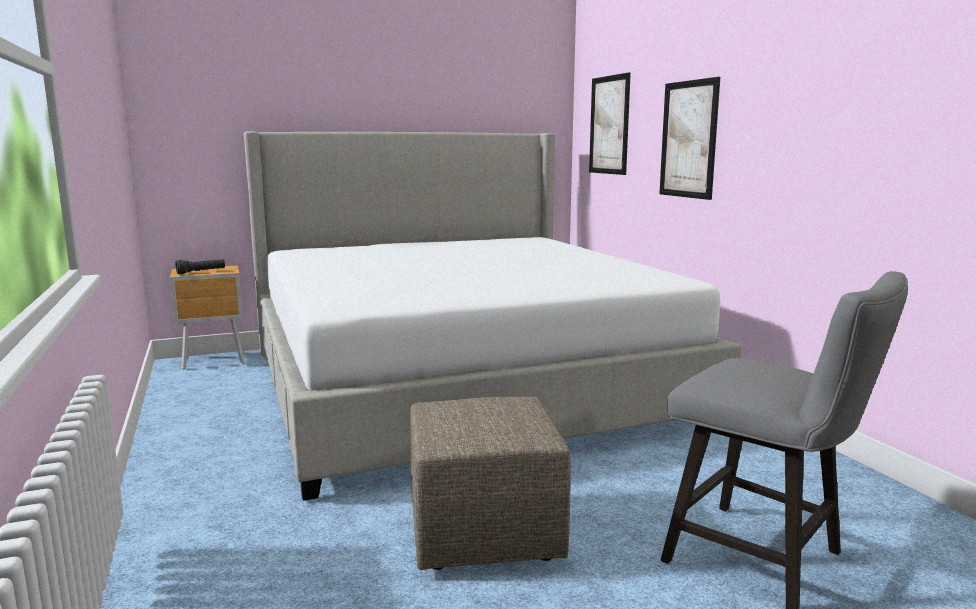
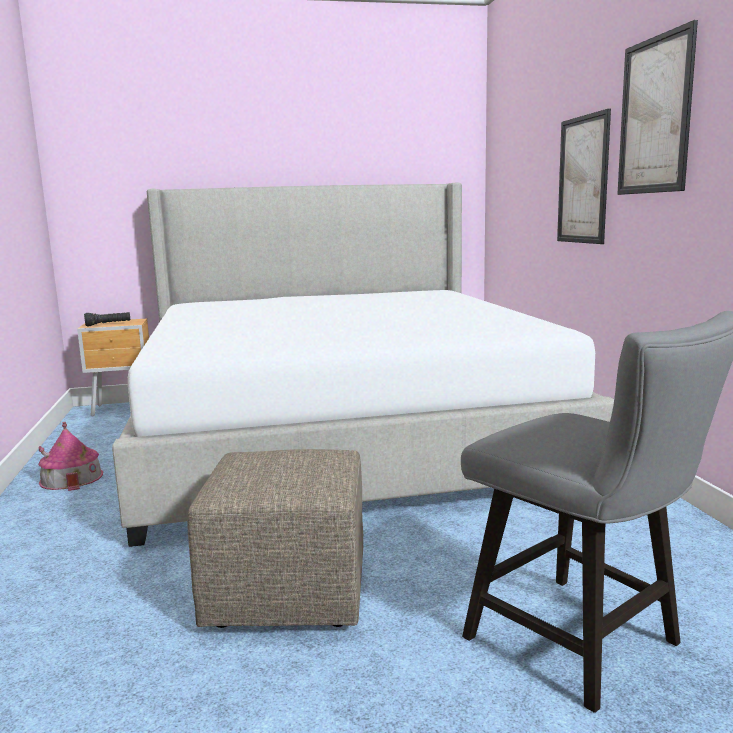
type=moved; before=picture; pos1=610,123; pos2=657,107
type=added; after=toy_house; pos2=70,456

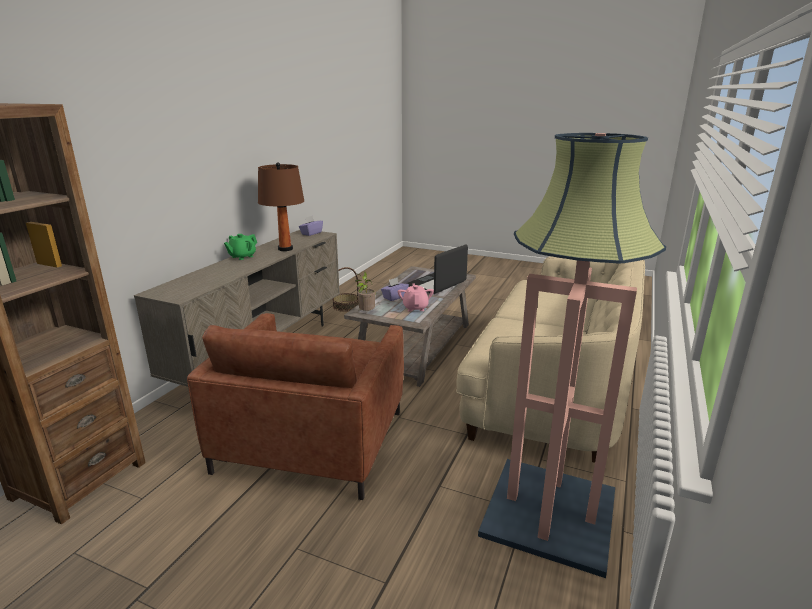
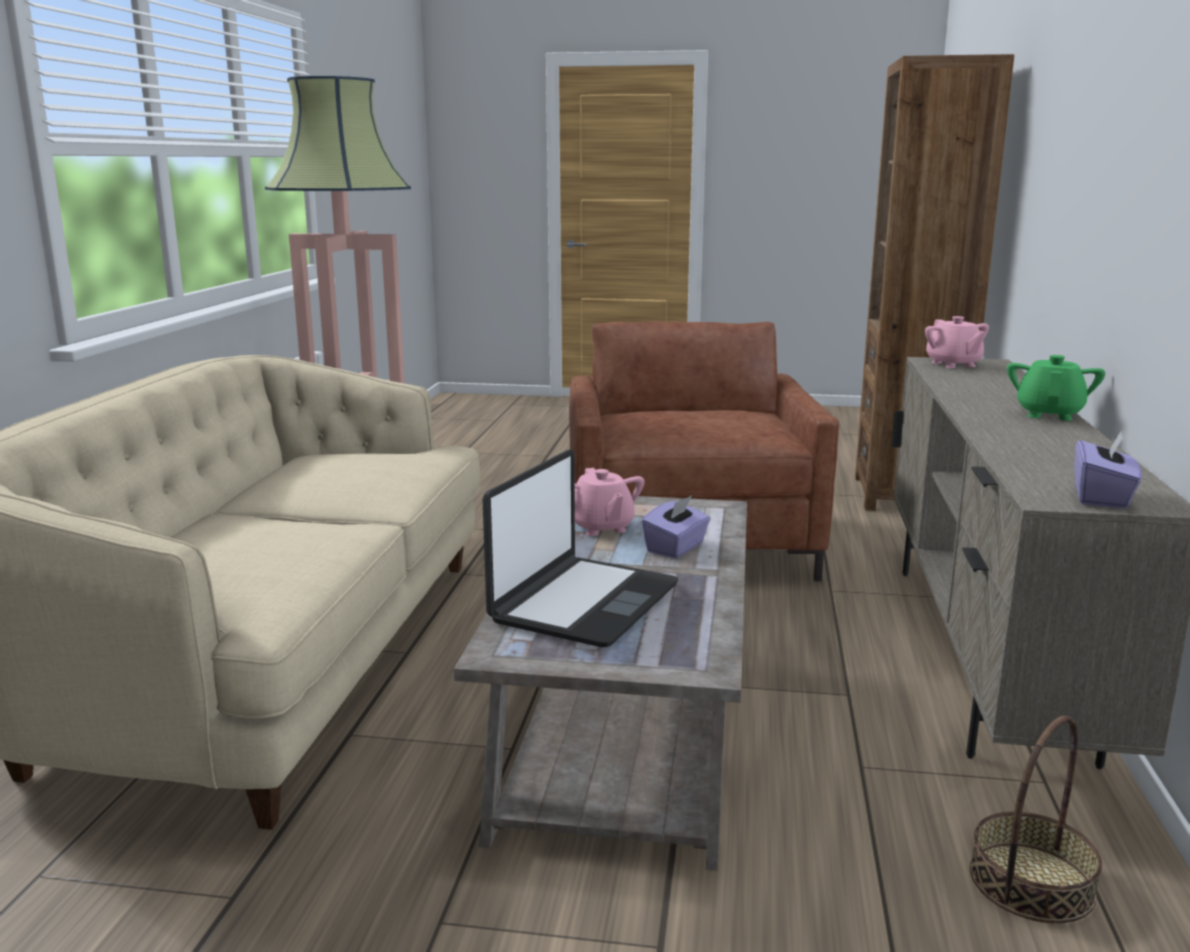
type=removed; before=brown_table_lamp; pos1=281,206
type=removed; before=potted_plant; pos1=365,291
type=added; after=pink_teapot; pos2=957,342

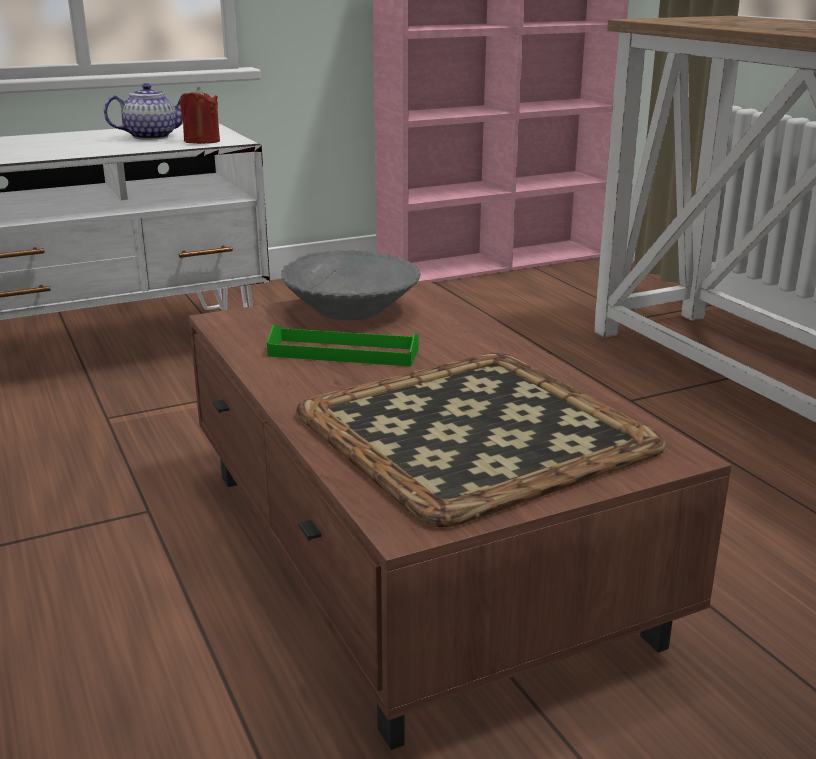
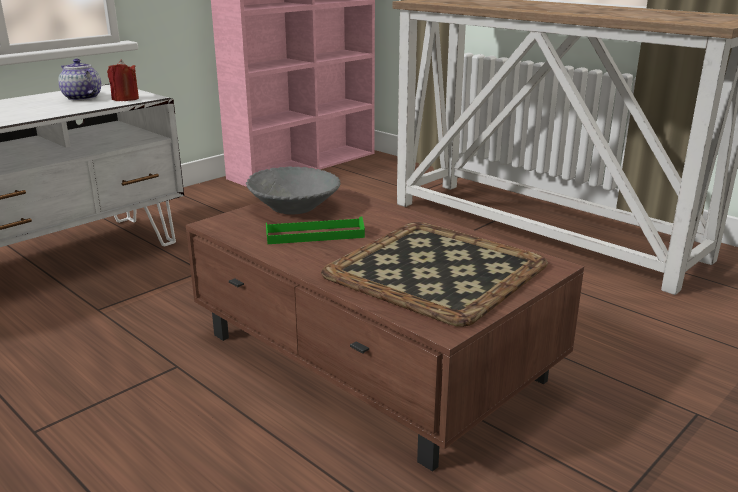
type=turned; before=teapot; pos1=143,111; pos2=79,80; turn=-90

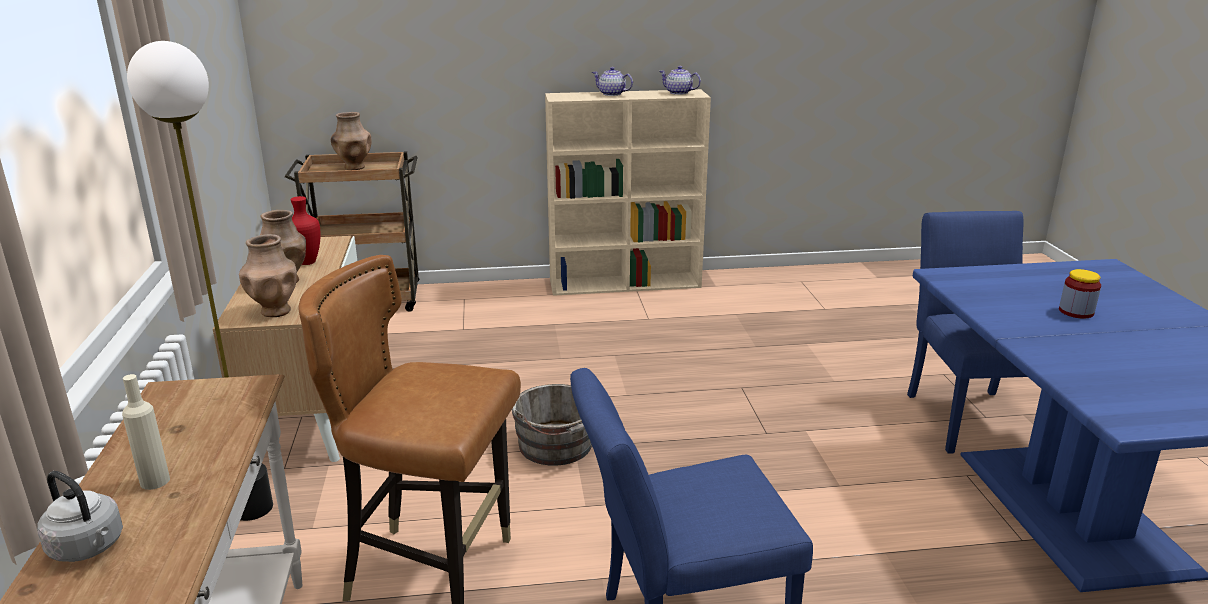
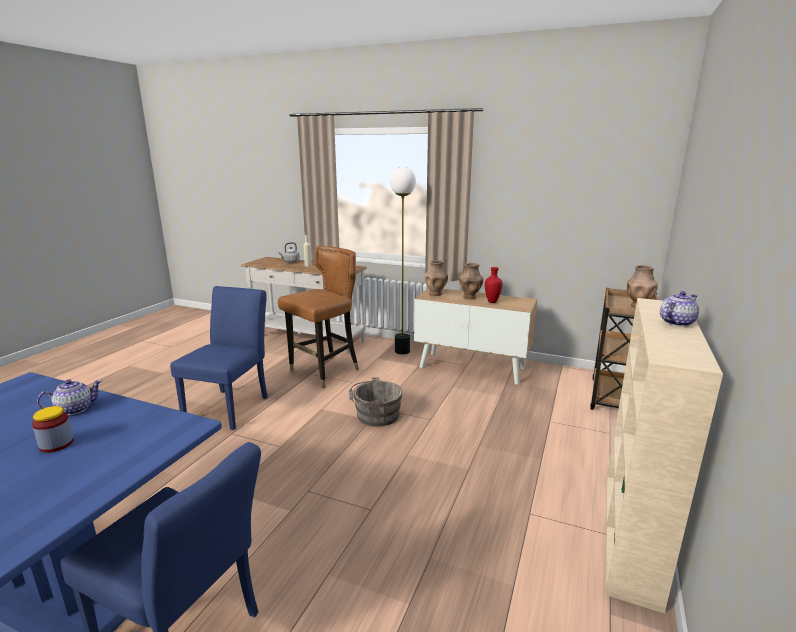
type=moved; before=teapot; pos1=680,80; pos2=69,397

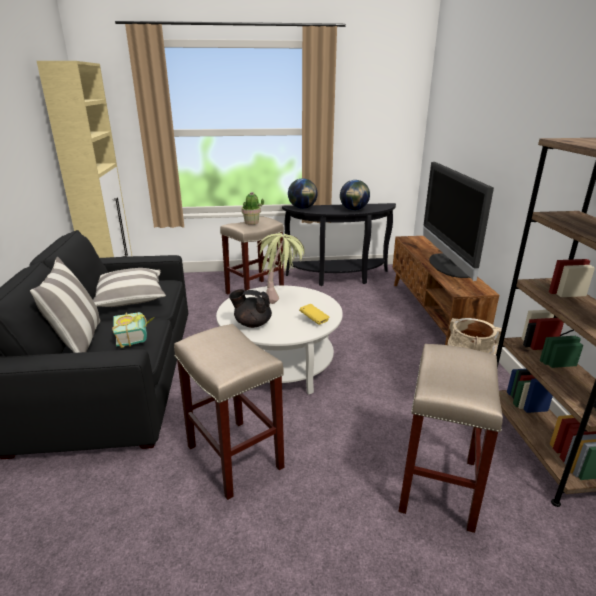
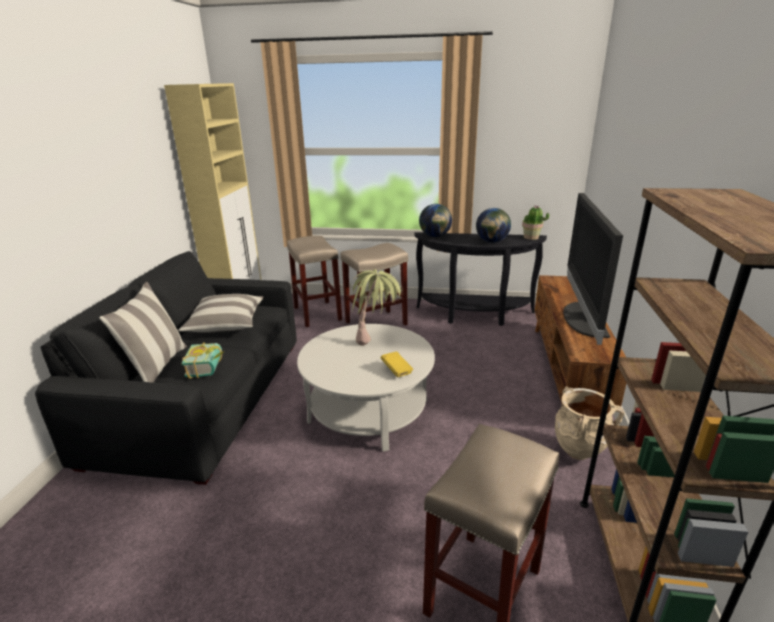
type=moved; before=potted_plant; pos1=252,208; pos2=535,223
type=removed; before=black_teapot; pos1=250,308
type=moved; before=beige_stool; pos1=229,412; pos2=314,281

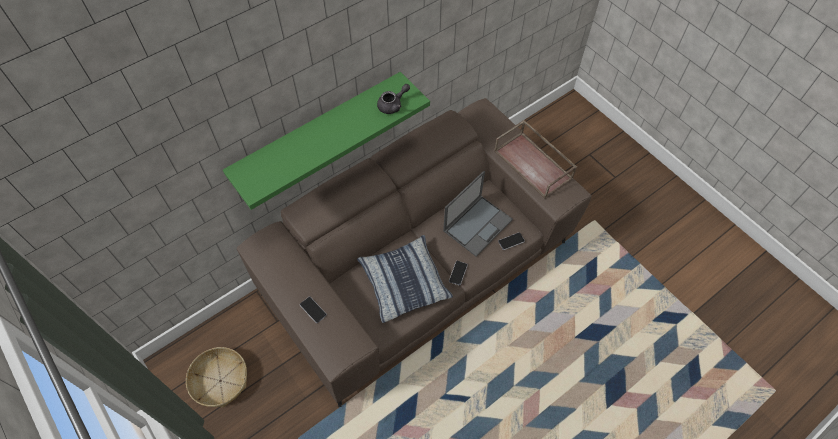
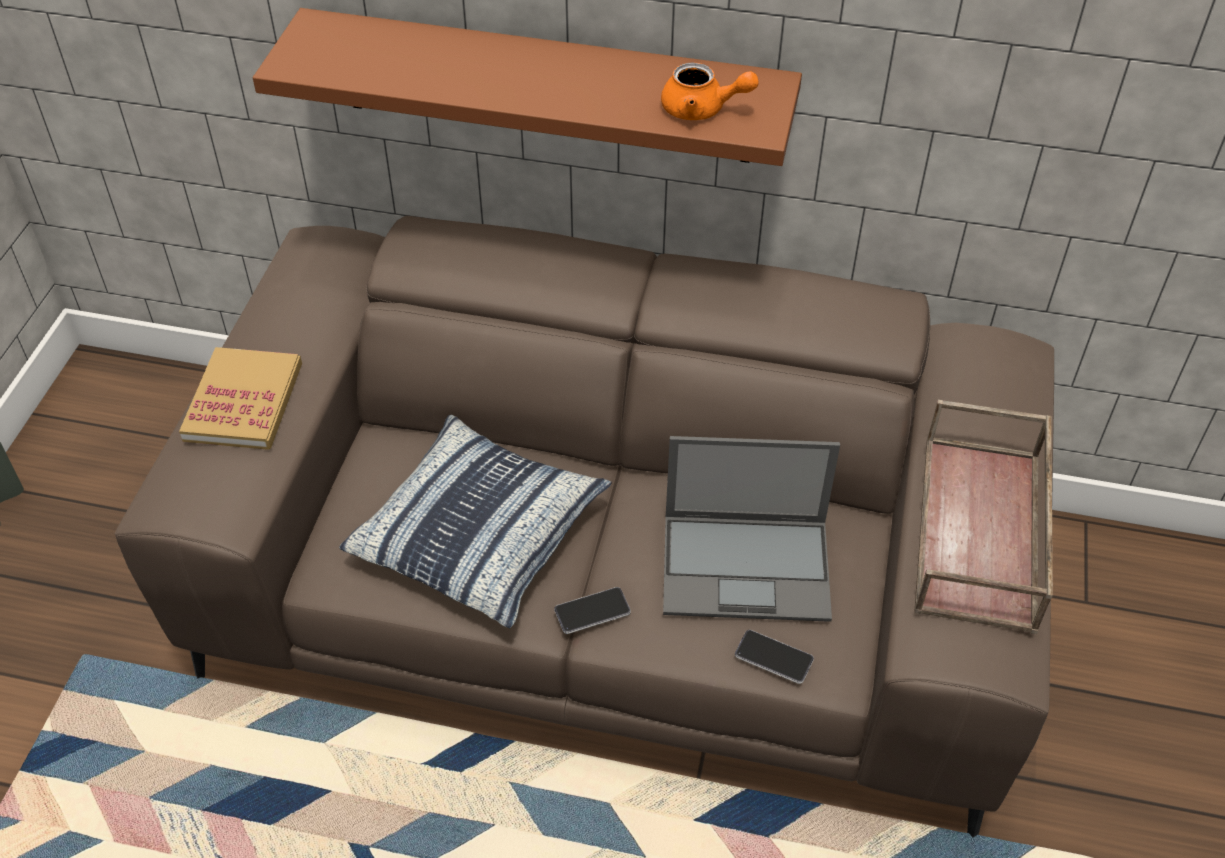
type=recoloured; before=green_shelf; after=brown_shelf; pos1=326,141; pos2=527,87
type=recoloured; before=grey_teapot; after=orange_teapot; pos1=393,99; pos2=710,91
type=replaced; before=phone; after=book; pos1=313,310; pos2=240,398
type=removed; before=basket; pos1=216,377

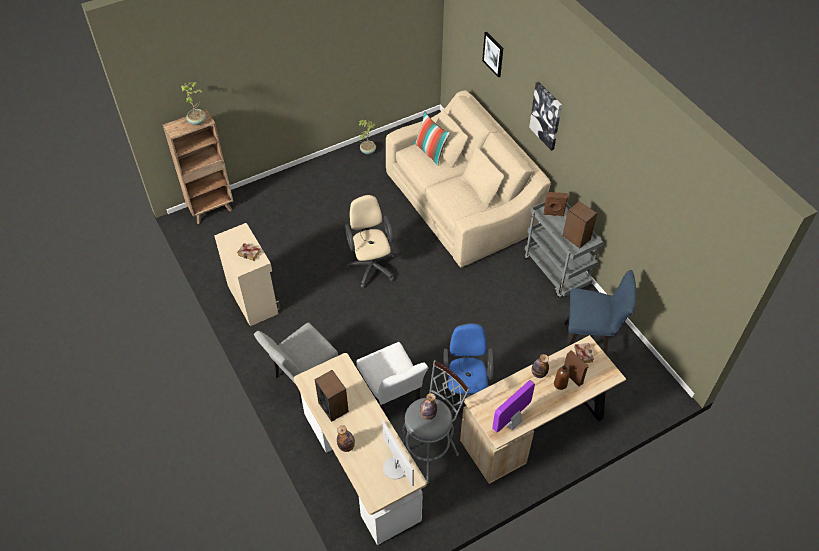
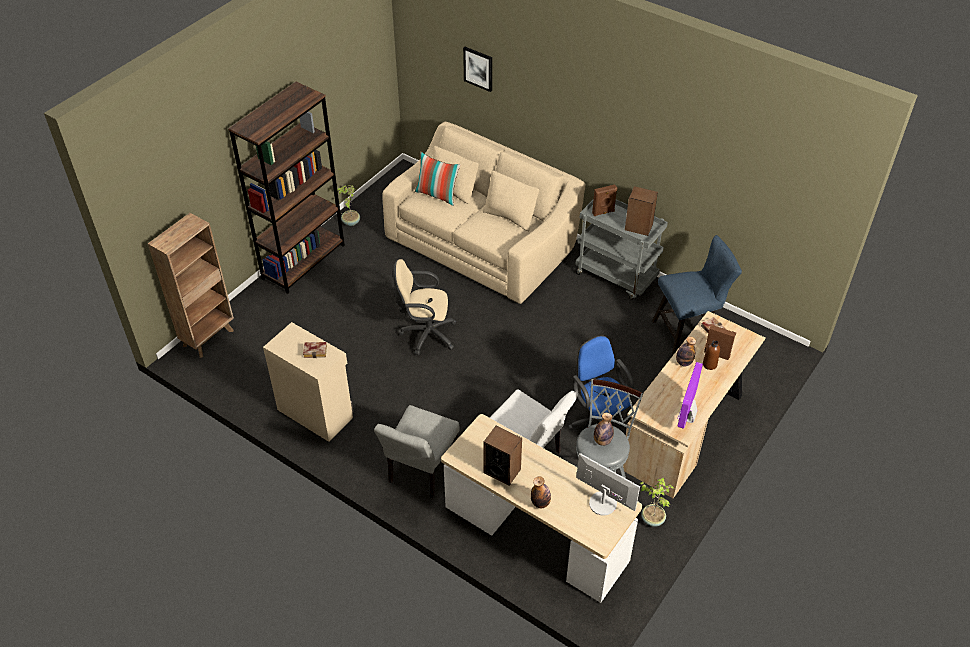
type=removed; before=picture; pos1=545,116
type=moved; before=potted_plant; pos1=193,103; pos2=657,502
type=turned; before=beige_office_chair; pos1=369,241; pos2=424,307; turn=-45
type=added; after=brown_bookcase; pos2=286,188

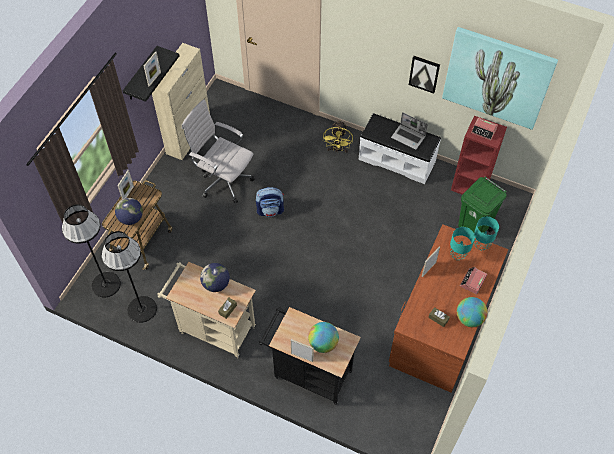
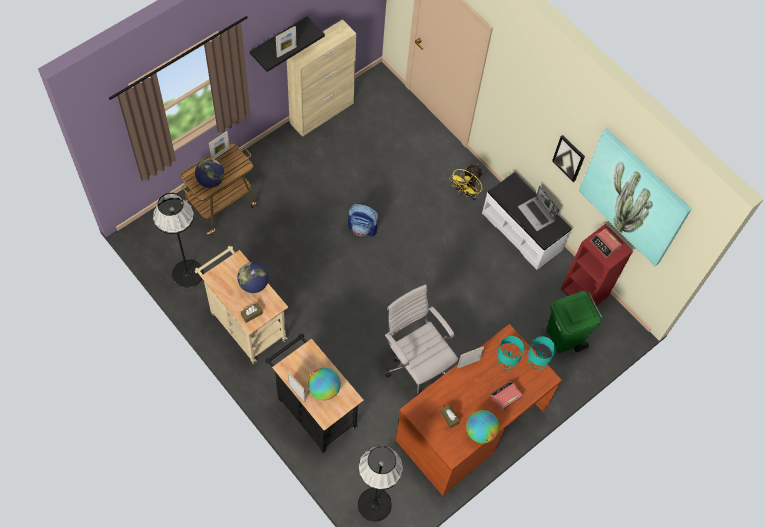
type=moved; before=white_office_chair; pos1=218,151; pos2=421,340
type=moved; before=black_floor_lamp; pos1=91,251; pos2=380,484

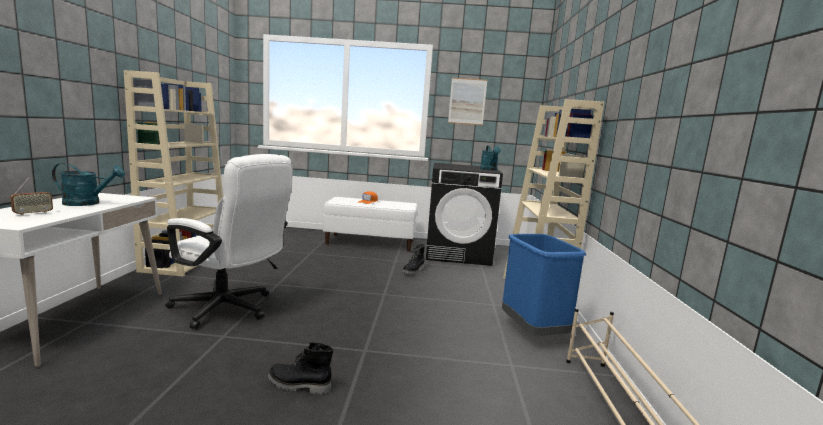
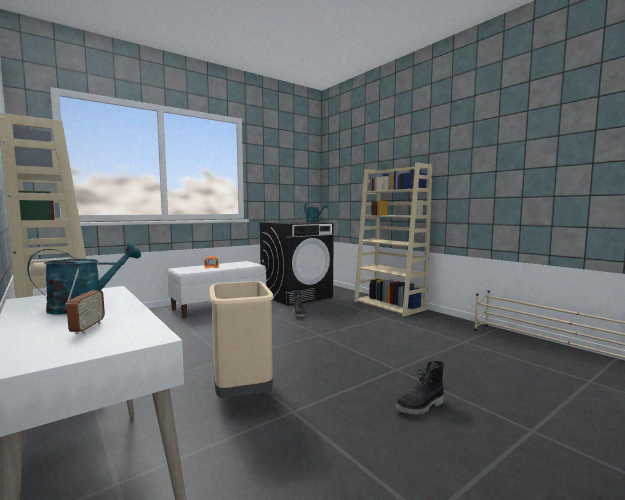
type=removed; before=picture; pos1=467,101
type=replaced; before=white_office_chair; after=beige_trash_can; pos1=229,241; pos2=241,339
type=removed; before=blue_trash_can; pos1=544,285

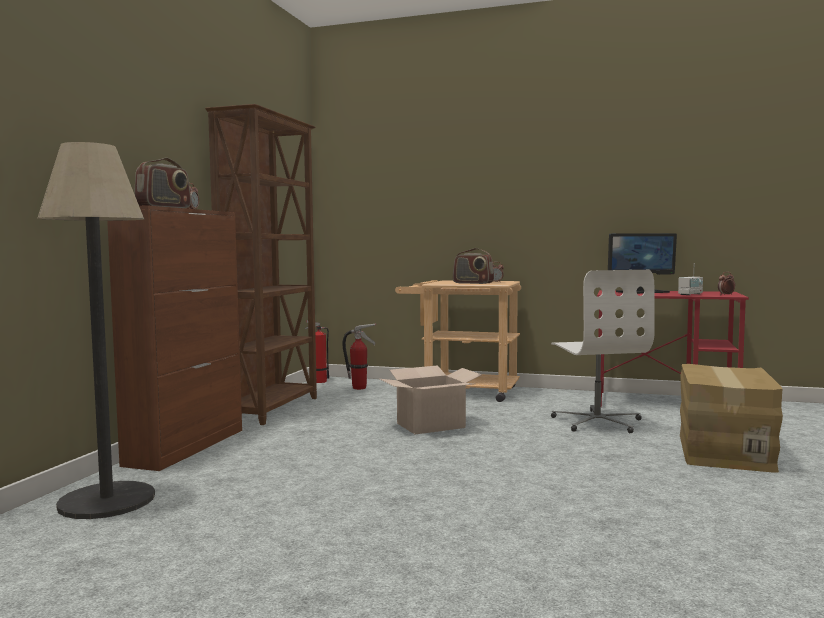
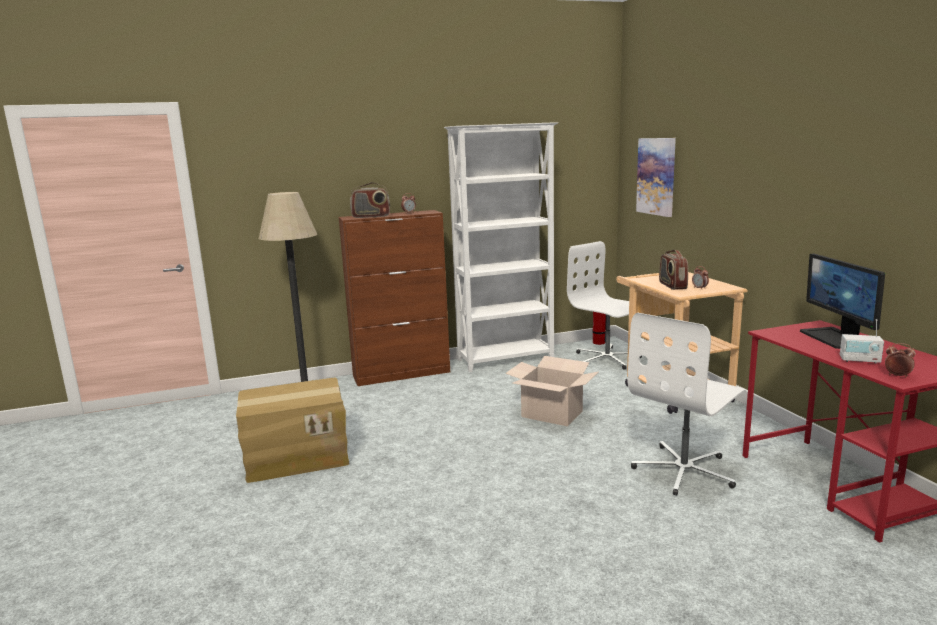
type=recoloured; before=brown_bookcase; after=white_bookcase; pos1=261,264; pos2=501,247
type=turned; before=monitor; pos1=642,263; pos2=842,301; turn=45
type=replaced; before=fire_extinguisher; after=white_office_chair; pos1=359,357; pos2=604,305
type=moved; before=cardboard_box; pos1=731,418; pos2=292,430
type=added; after=picture; pos2=656,177

